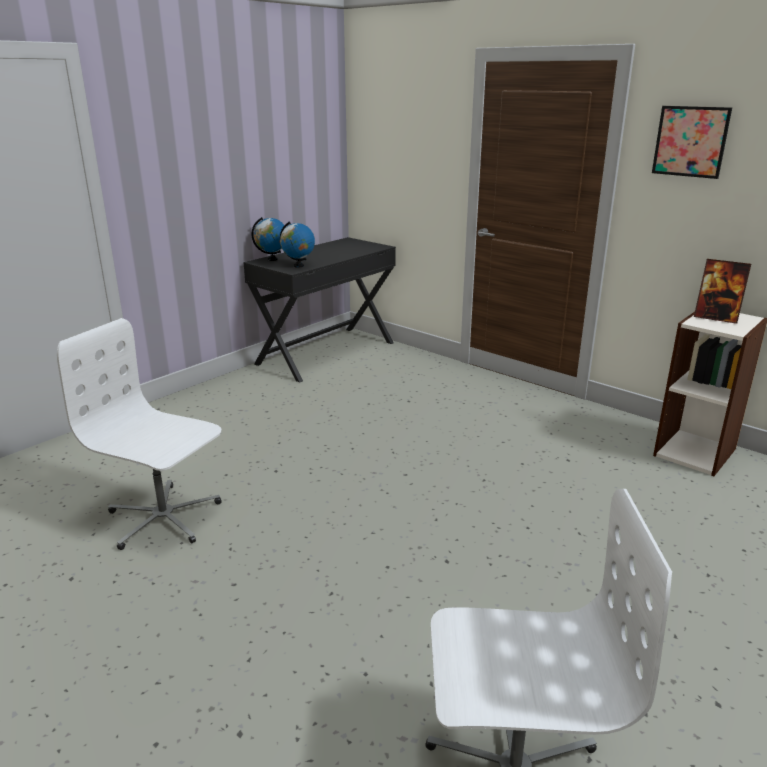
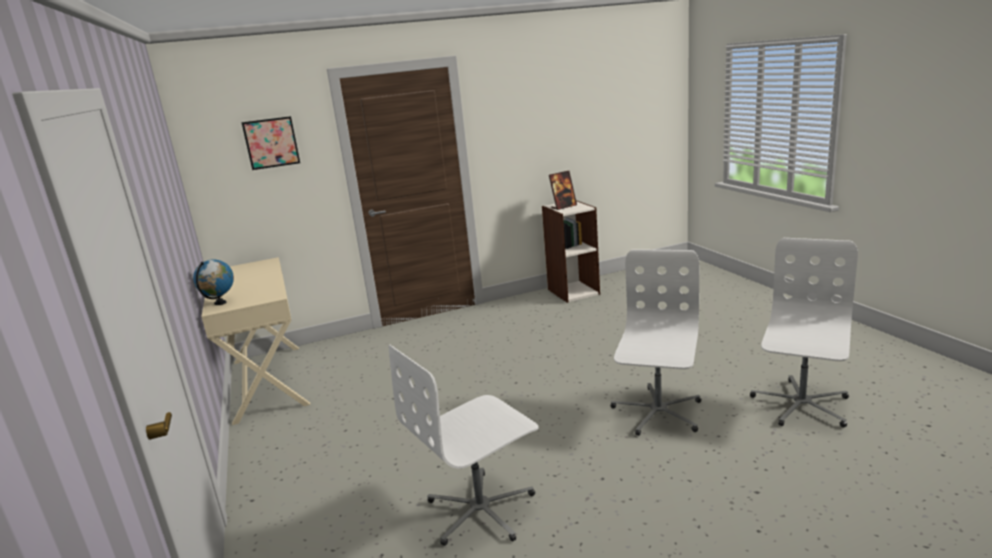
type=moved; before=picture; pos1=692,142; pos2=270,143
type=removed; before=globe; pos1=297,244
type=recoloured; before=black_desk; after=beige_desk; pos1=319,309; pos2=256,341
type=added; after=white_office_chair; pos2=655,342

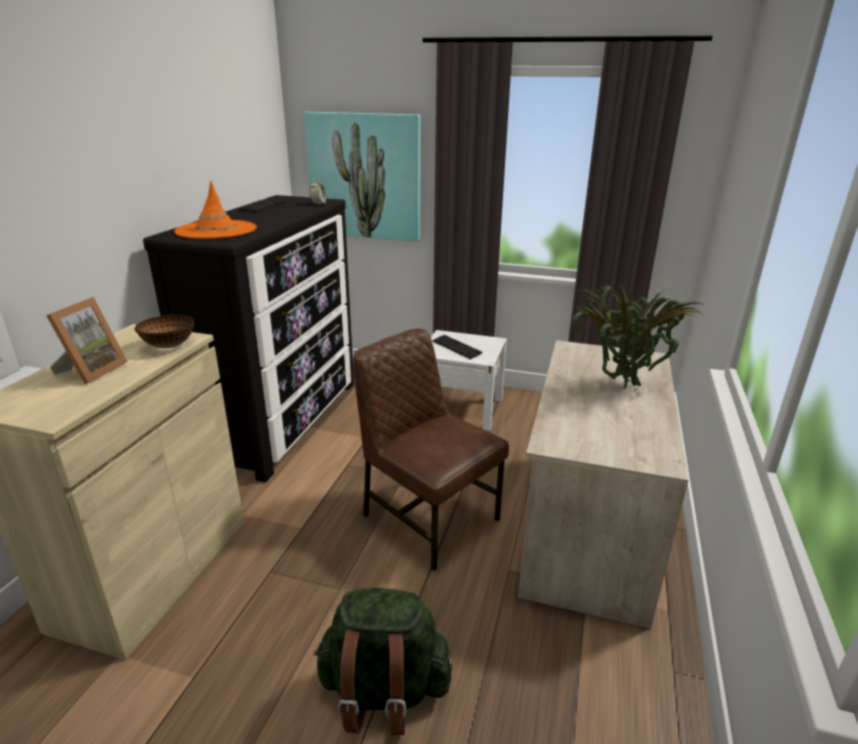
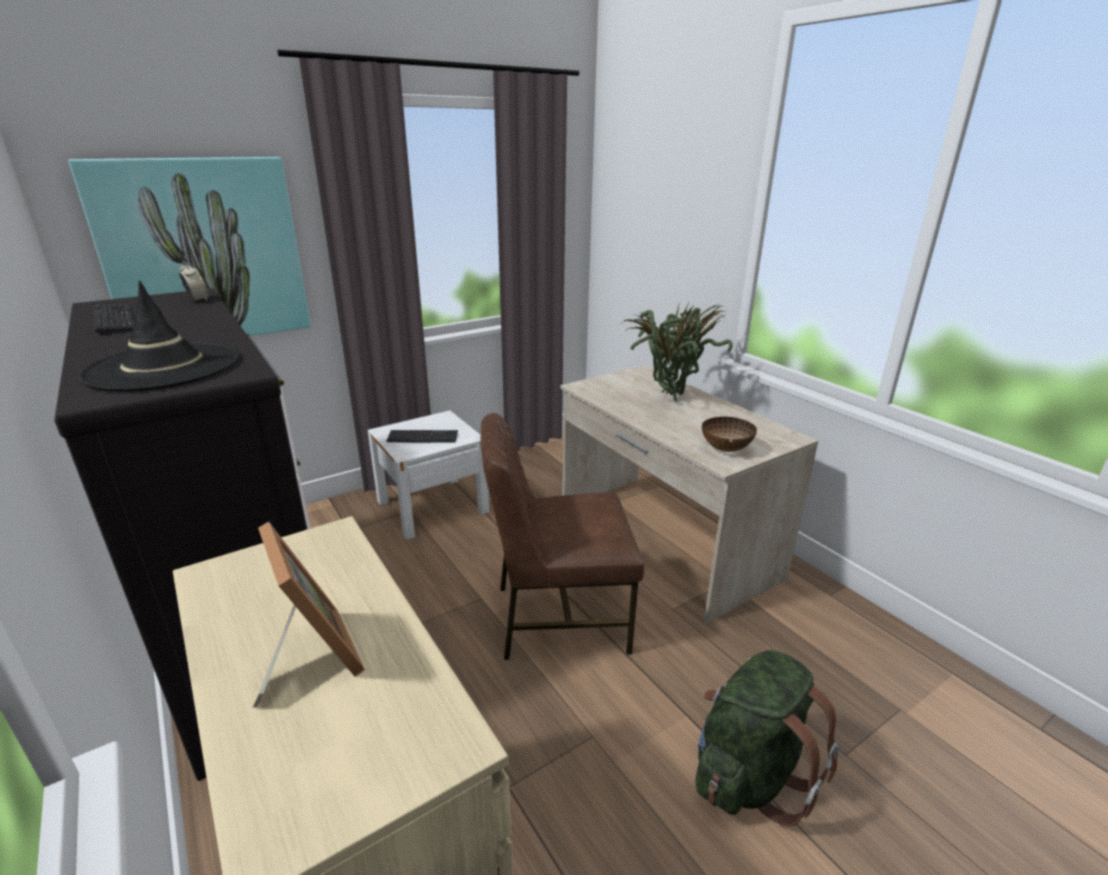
type=recoloured; before=orange_hat; after=black_hat; pos1=215,210; pos2=159,336
type=moved; before=bowl; pos1=164,331; pos2=729,434

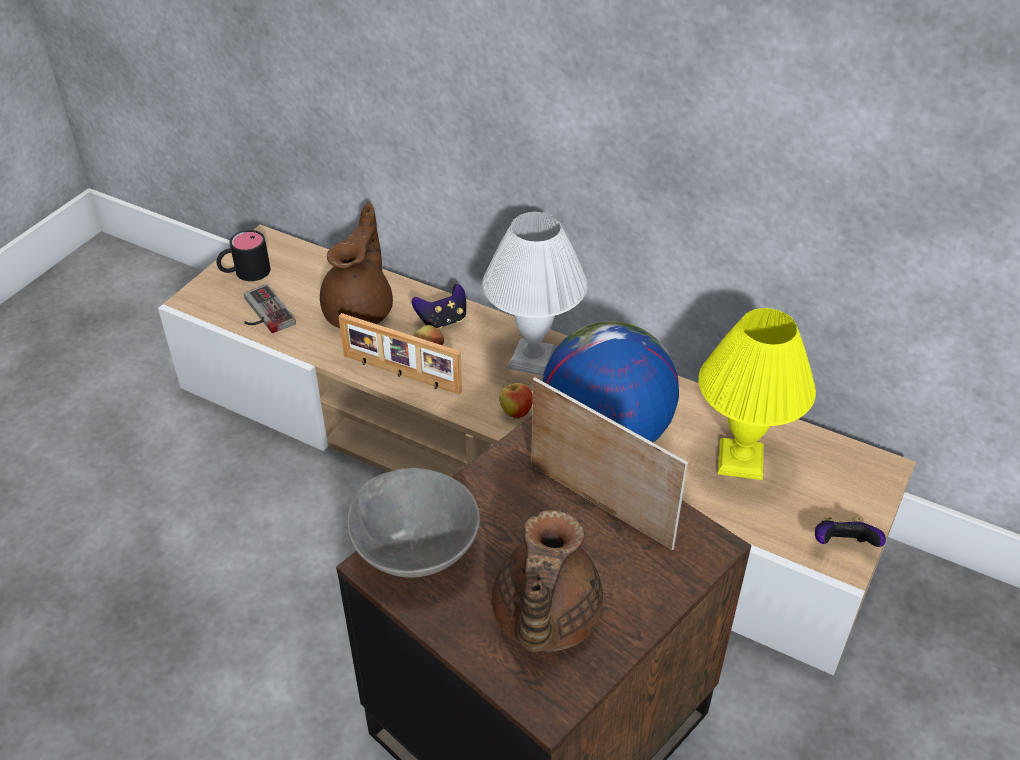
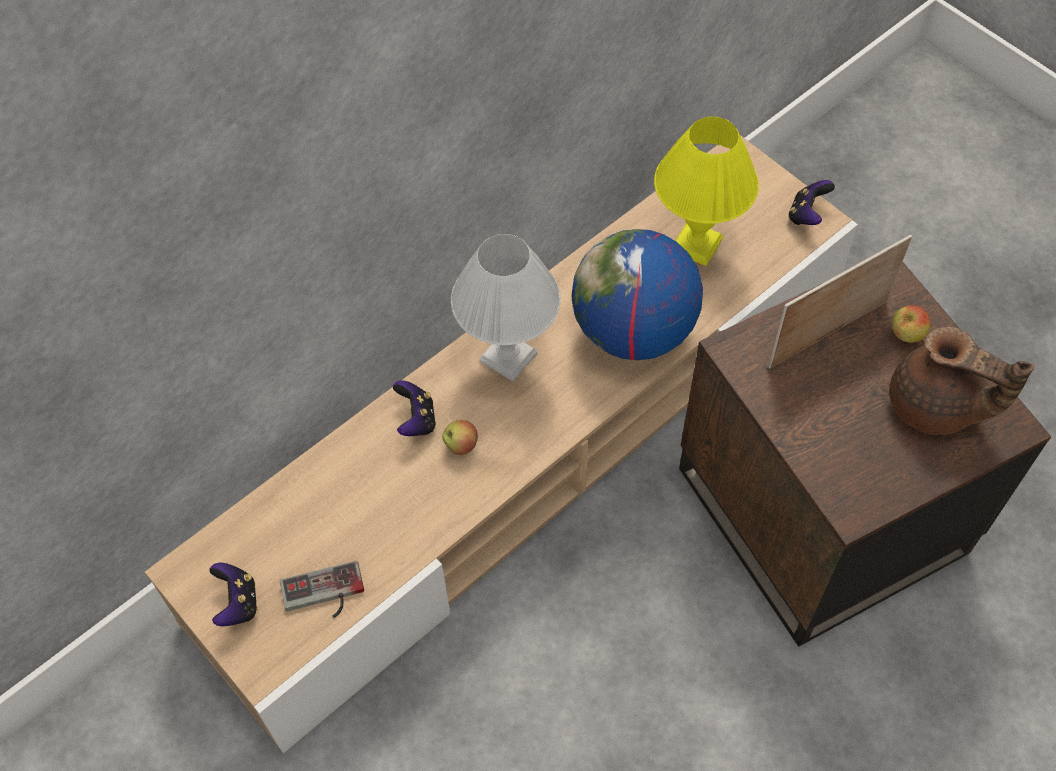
type=removed; before=brown_teapot; pos1=356,265
type=replaced; before=black_mug; after=game_controller; pos1=243,255; pos2=233,594
type=removed; before=picture_frame; pos1=400,354
type=moved; before=apple; pos1=516,399; pos2=911,324
type=removed; before=grey_bowl; pos1=414,523

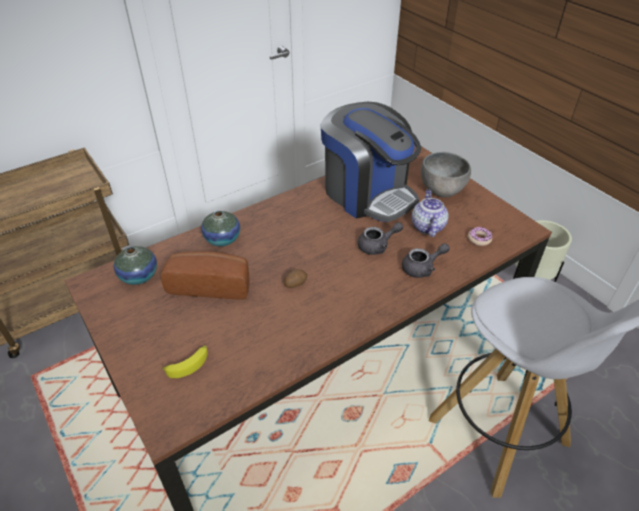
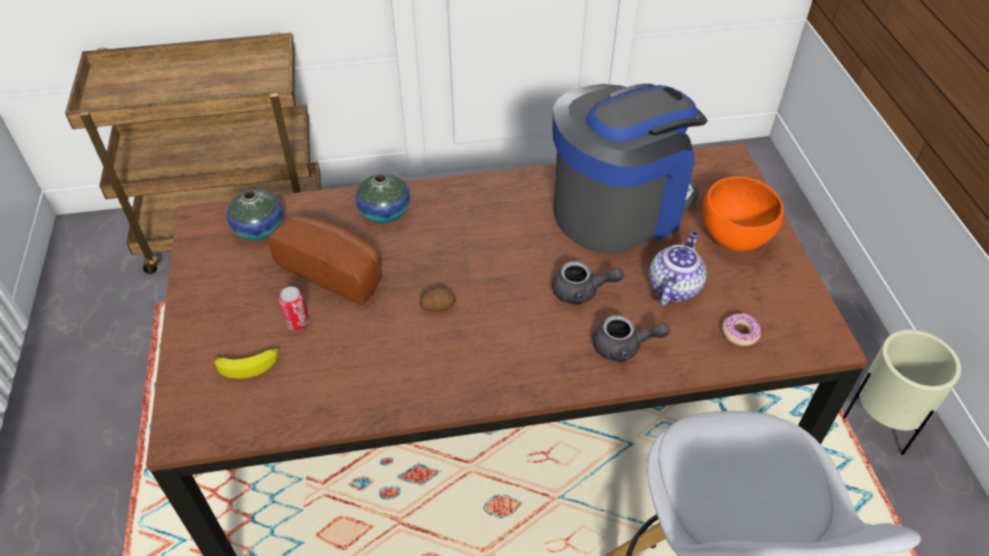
type=turned; before=coffee_machine; pos1=371,162; pos2=630,169; turn=-105
type=recoloured; before=grey_bowl; after=orange_bowl; pos1=446,174; pos2=743,214
type=added; after=can; pos2=294,308

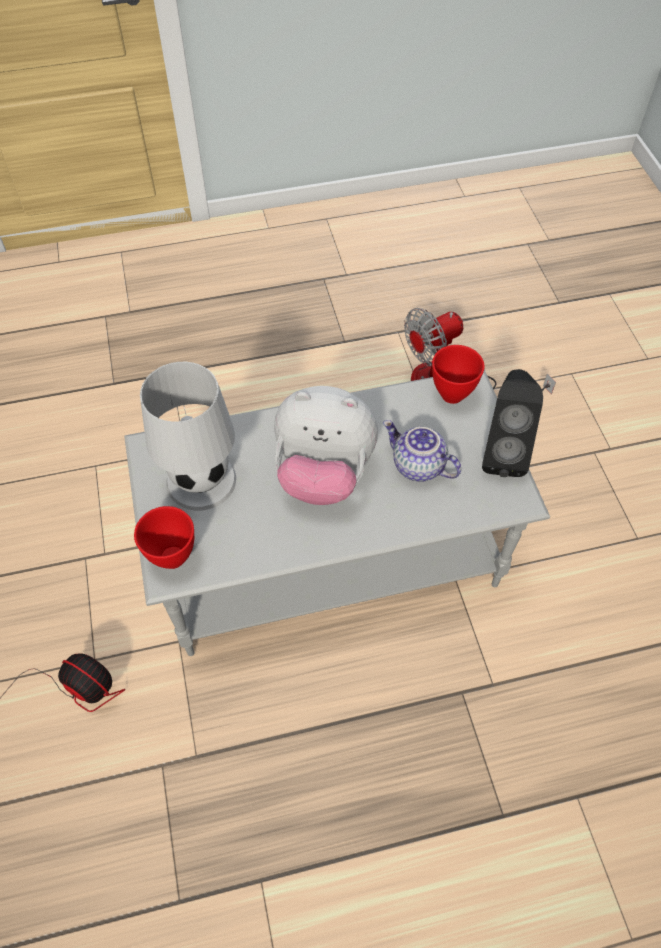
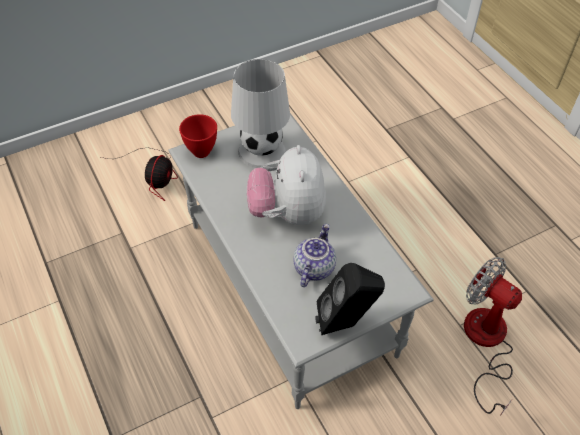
type=removed; before=red_bowl; pos1=458,374

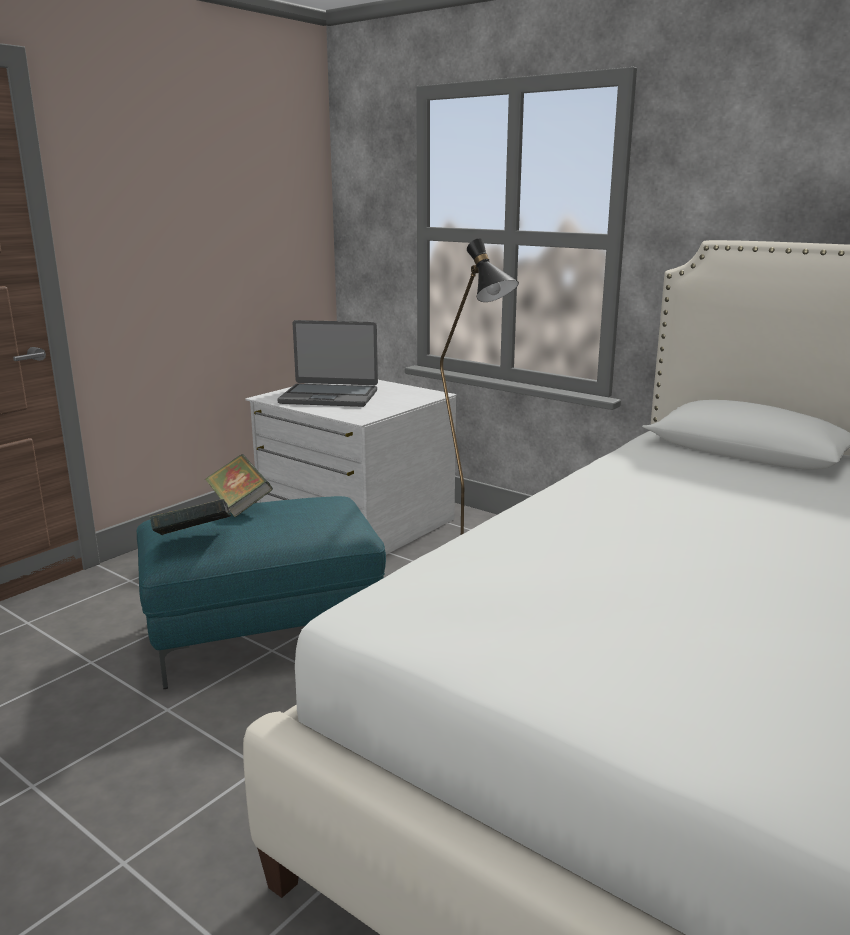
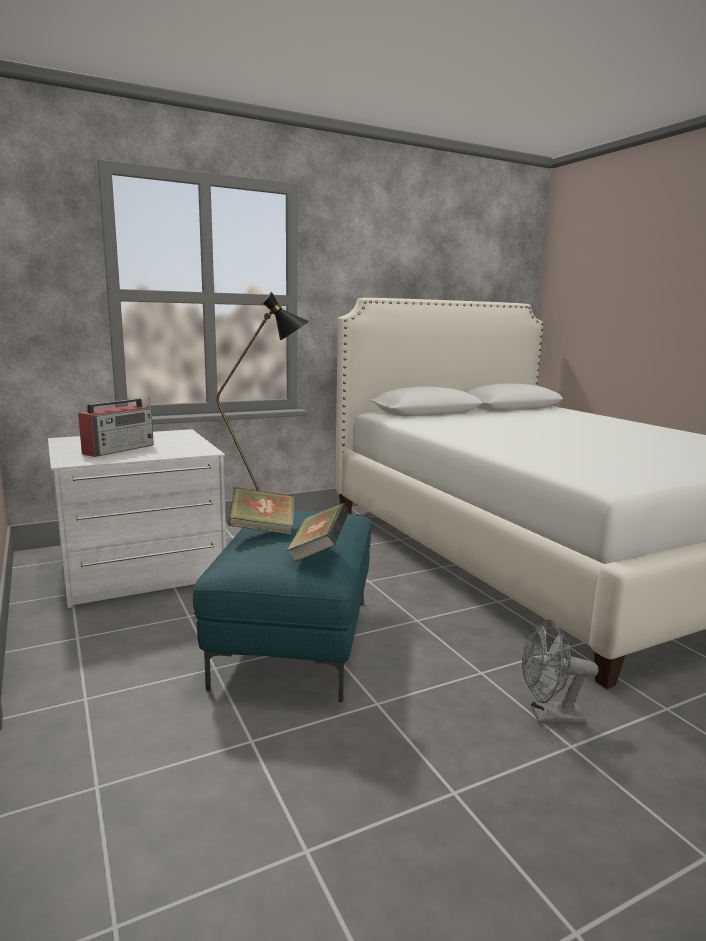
type=replaced; before=laptop; after=radio; pos1=327,363; pos2=116,426
type=added; after=grey_fan; pos2=560,672

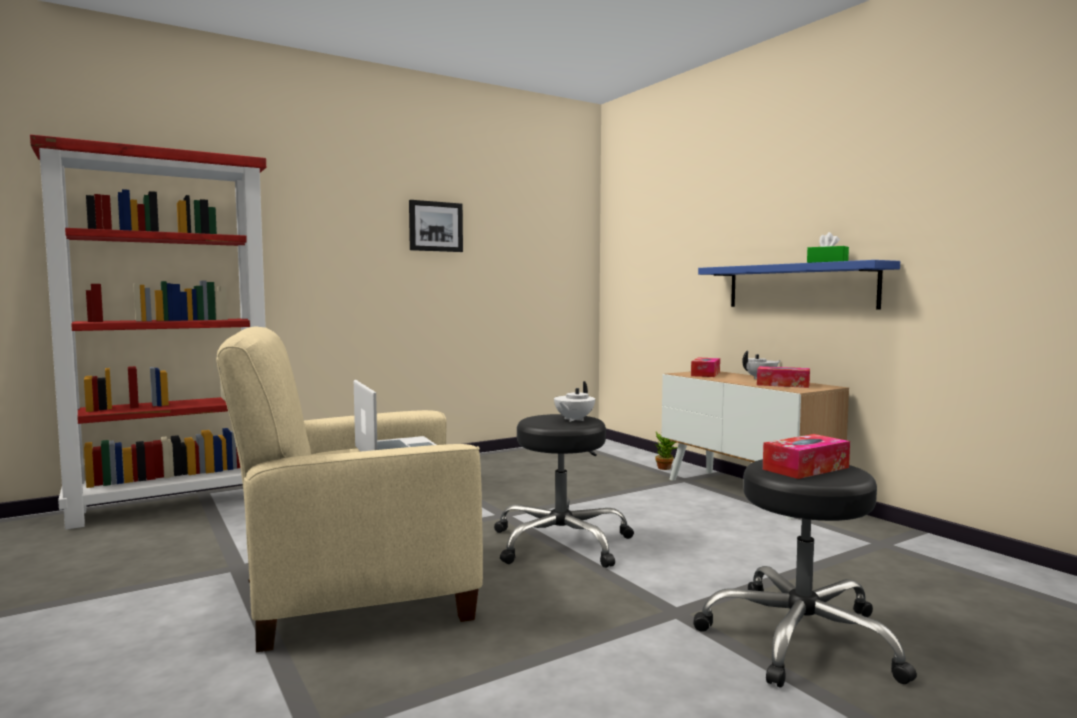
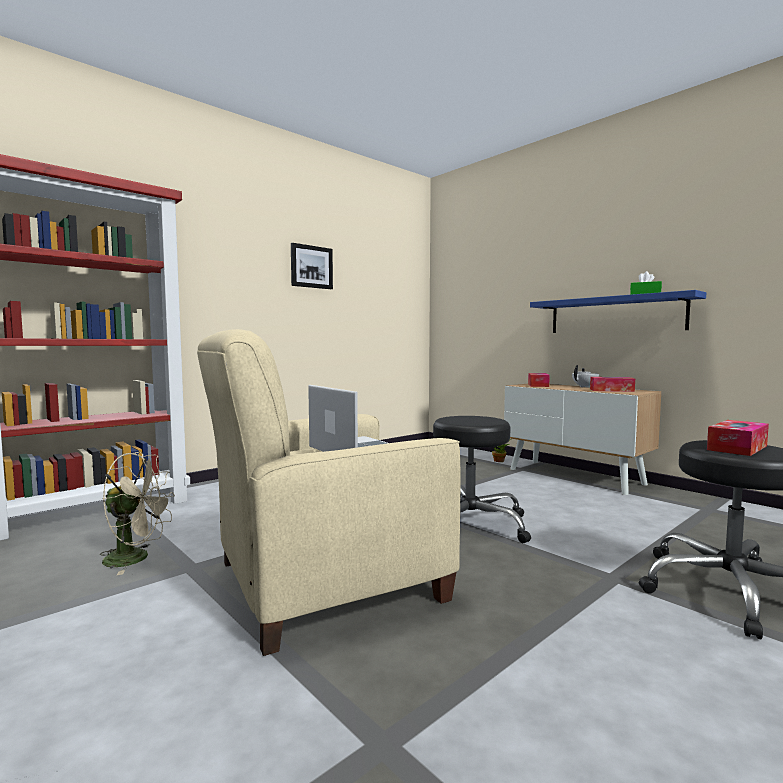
type=removed; before=white_teapot; pos1=574,401
type=added; after=beige_fan; pos2=137,513

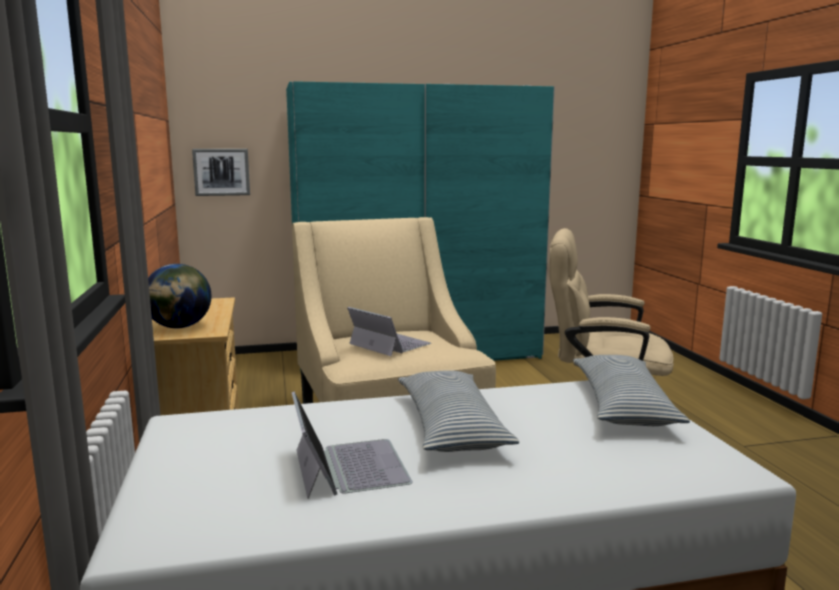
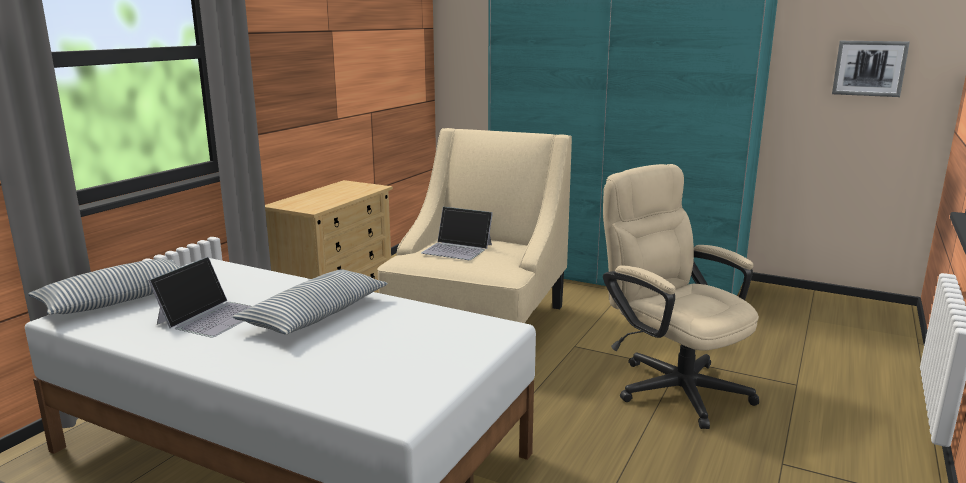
type=moved; before=picture; pos1=221,172; pos2=871,69
type=removed; before=globe; pos1=179,296
type=turned; before=laptop; pos1=389,331; pos2=457,233; turn=120
type=moved; before=pillow; pos1=631,390; pos2=104,286

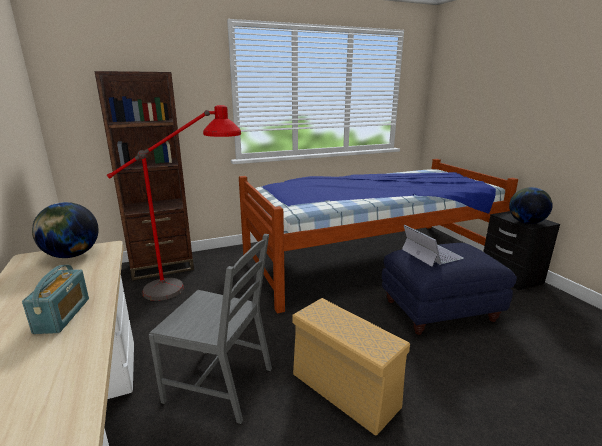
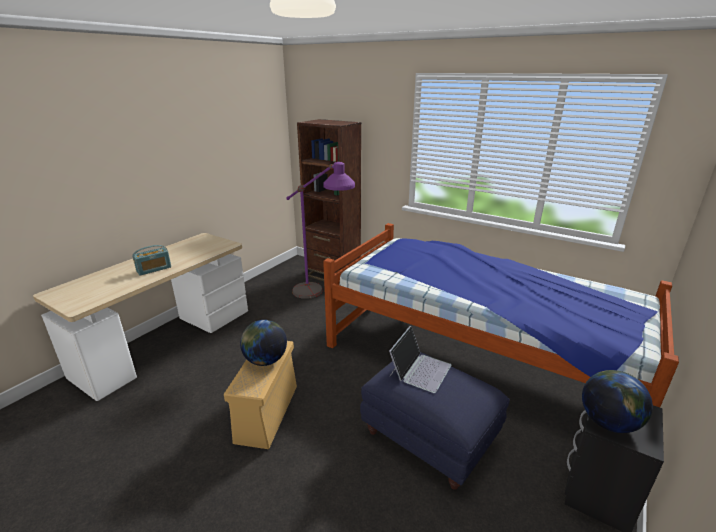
type=recoloured; before=red_floor_lamp; after=purple_floor_lamp; pos1=174,203; pos2=320,230
type=moved; before=globe; pos1=65,230; pos2=263,343
type=removed; before=grey_chair; pos1=210,329

